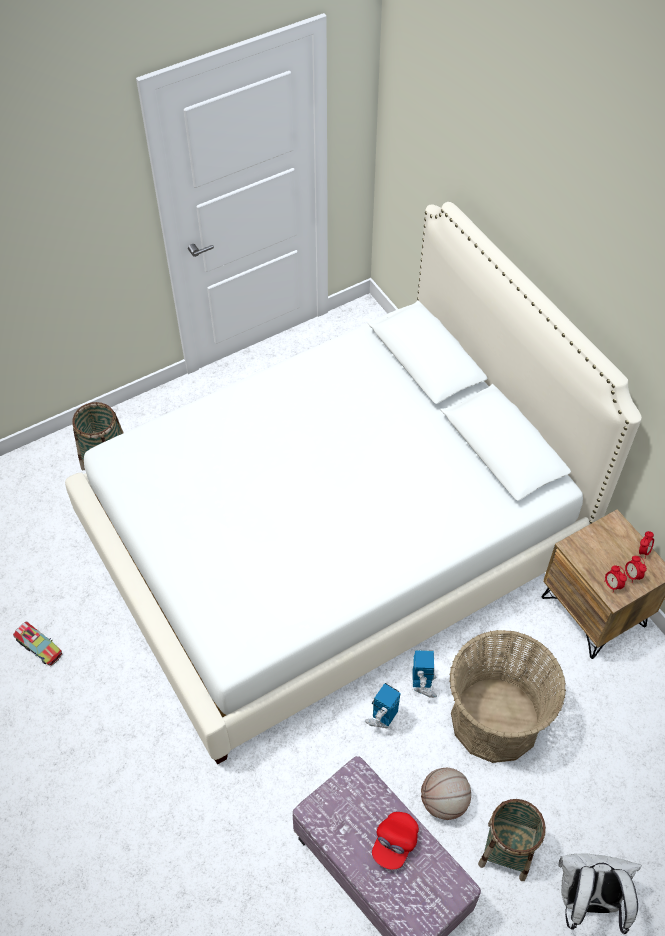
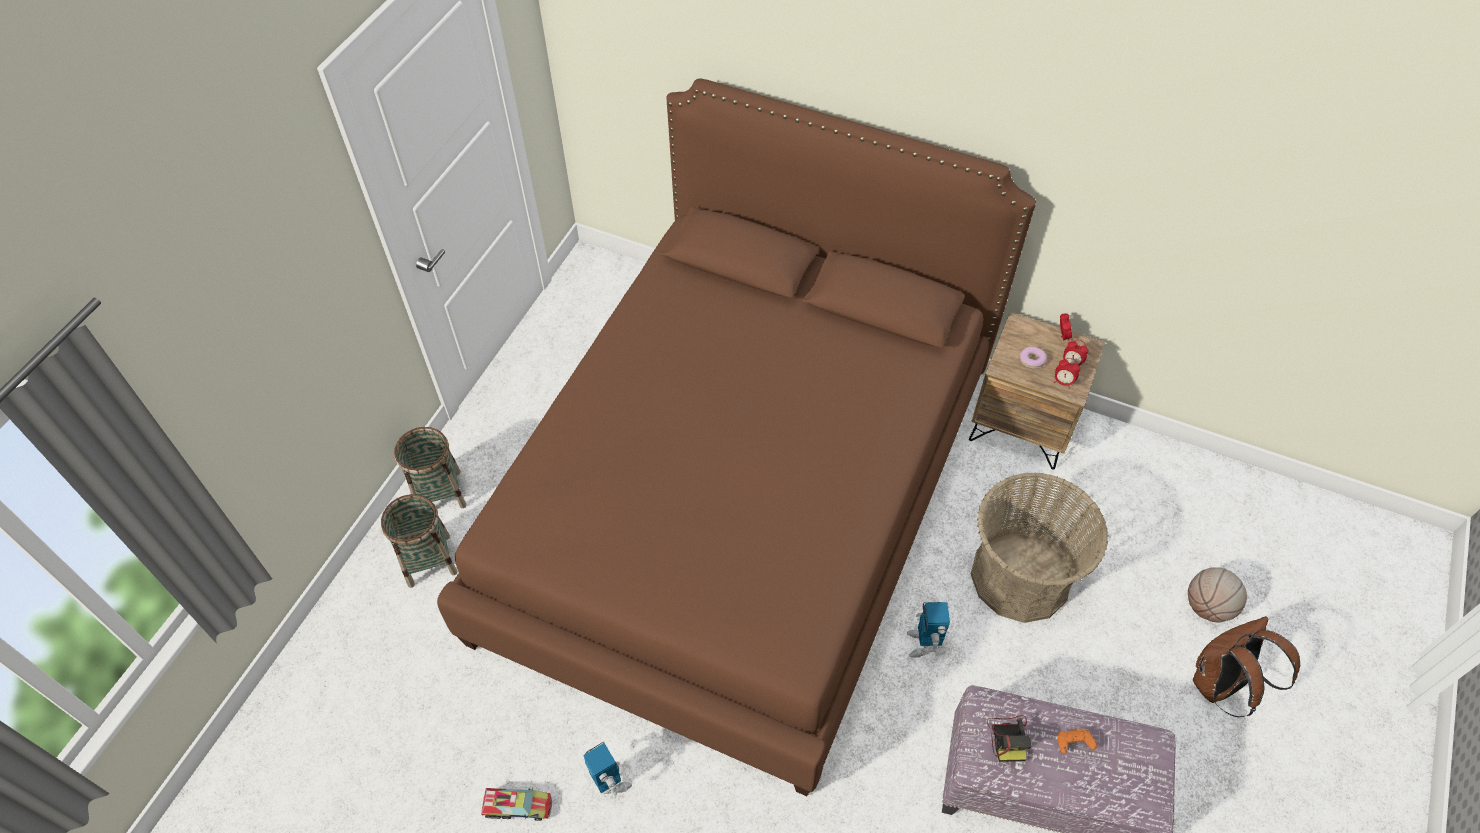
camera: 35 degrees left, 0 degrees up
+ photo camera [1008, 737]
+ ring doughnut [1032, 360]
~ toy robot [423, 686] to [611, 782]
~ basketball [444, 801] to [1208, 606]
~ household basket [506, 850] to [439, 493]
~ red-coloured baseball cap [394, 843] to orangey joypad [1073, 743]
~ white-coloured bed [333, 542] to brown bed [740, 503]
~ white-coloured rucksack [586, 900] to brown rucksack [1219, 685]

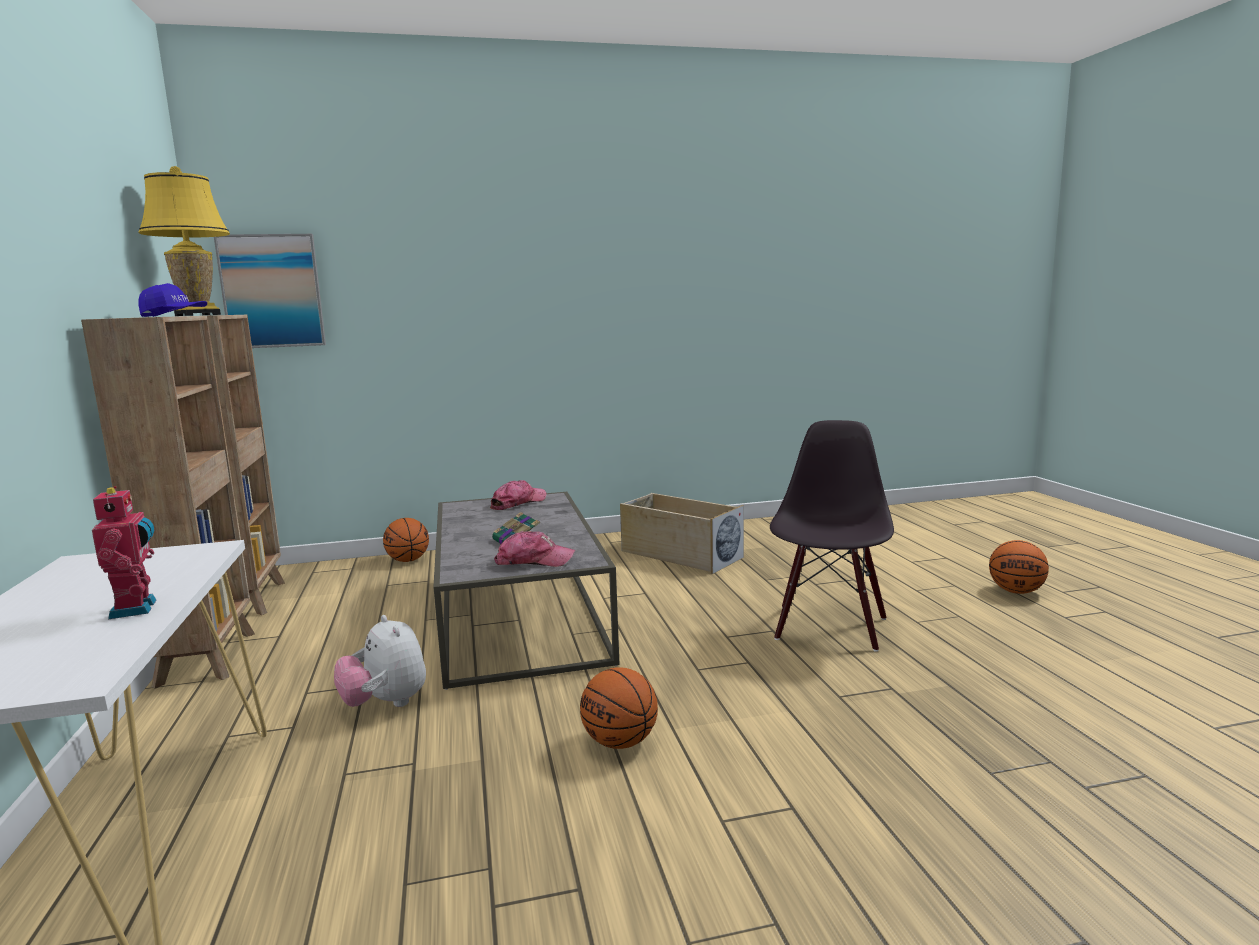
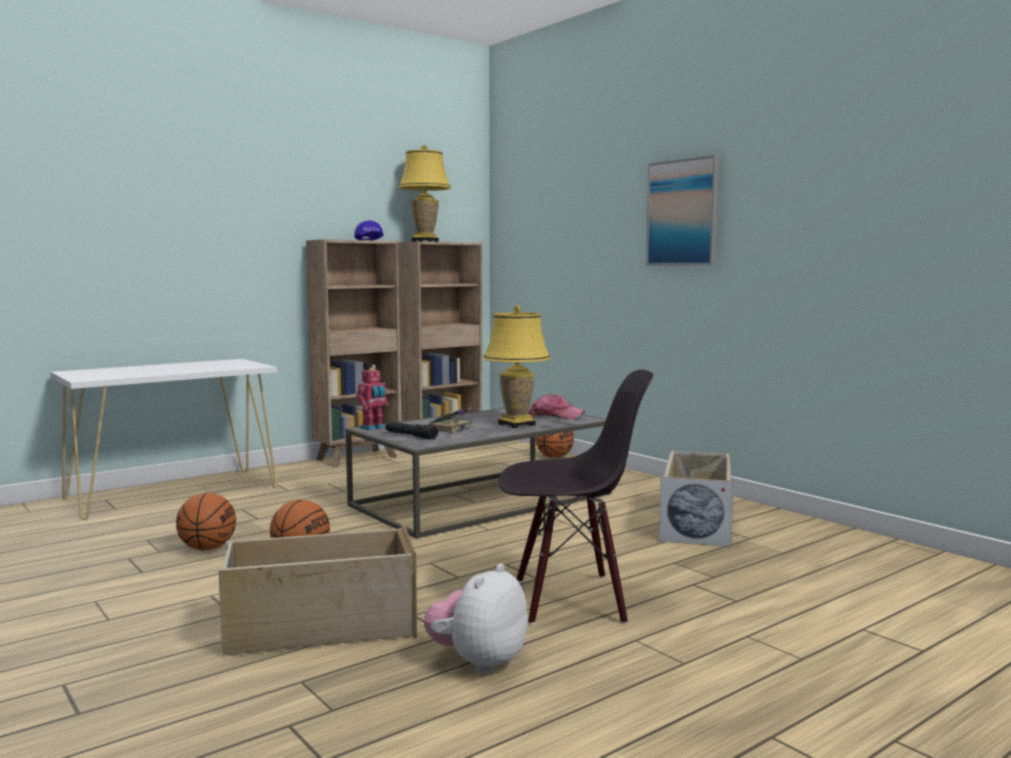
camera: 65 degrees right, 5 degrees down
+ beige storage container [319, 628]
+ yellow tabletop lamp [517, 424]
~ toy robot [137, 608] to [373, 428]
~ wall picture [272, 291] to [683, 213]
~ cuddly toy [386, 703] to [478, 662]
~ basketball [1016, 591] to [207, 548]
~ baseball cap [534, 561] to black hand torch [411, 436]

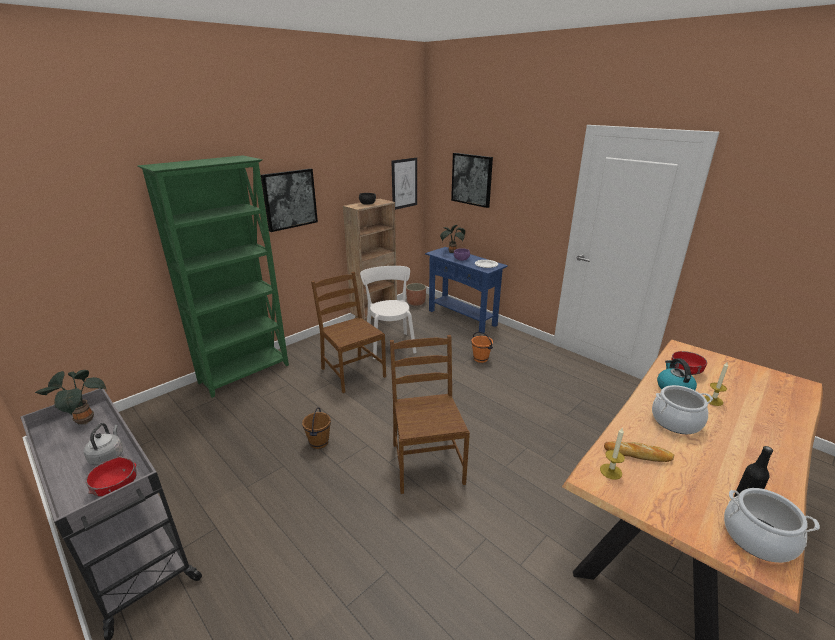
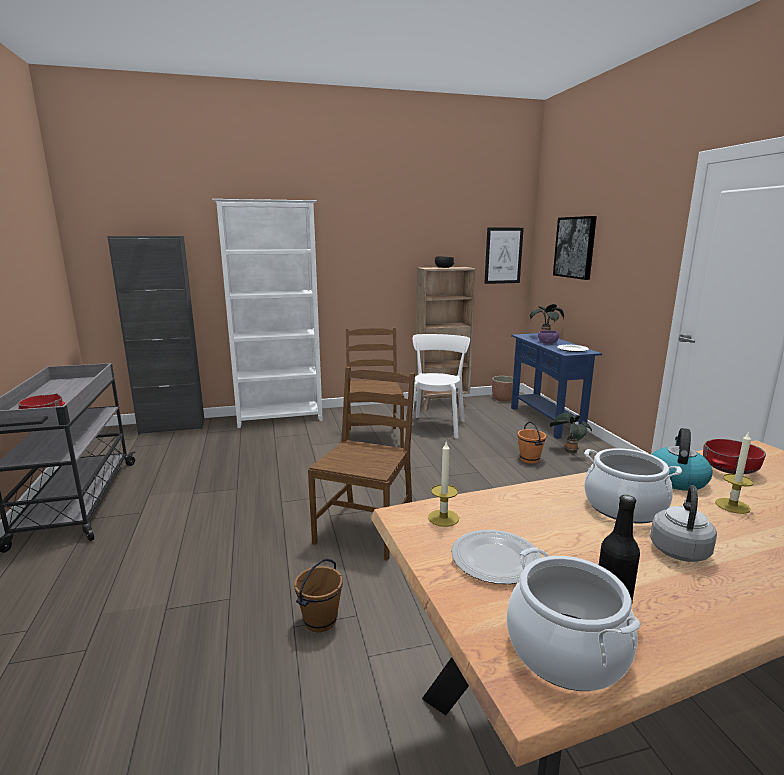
camera: 30 degrees right, 10 degrees down
- wall picture [289, 199]
- bread [638, 454]
+ black cupboard [172, 427]
+ plate [496, 559]
~ plant in a pot [82, 420] to [569, 451]
~ grey water kettle [108, 456] to [679, 549]
~ brown bucket [318, 442] to [320, 620]
~ greenish bookshelf [246, 374] to white-coloured bookshelf [280, 419]

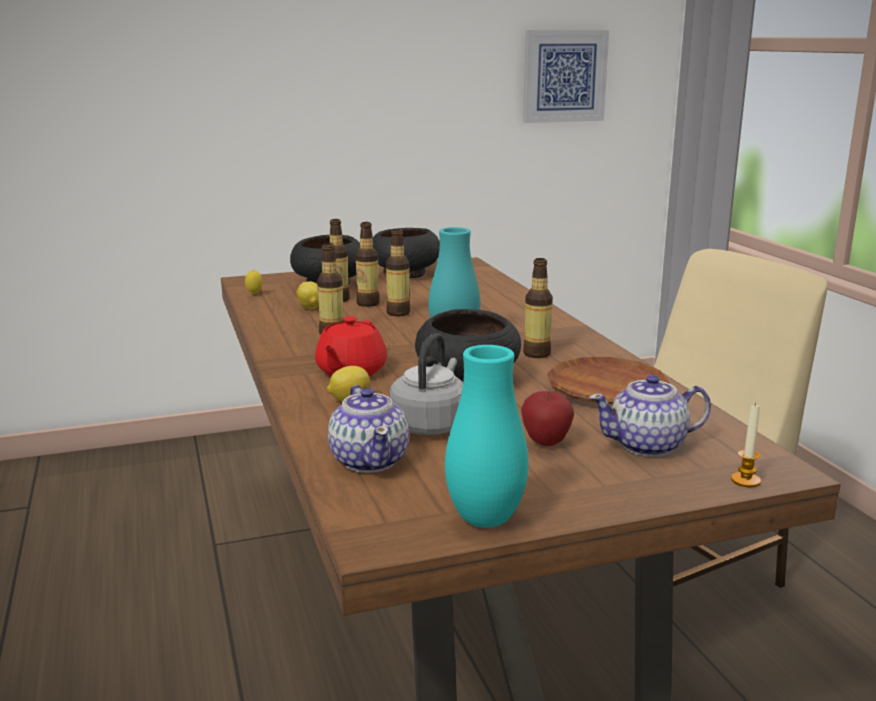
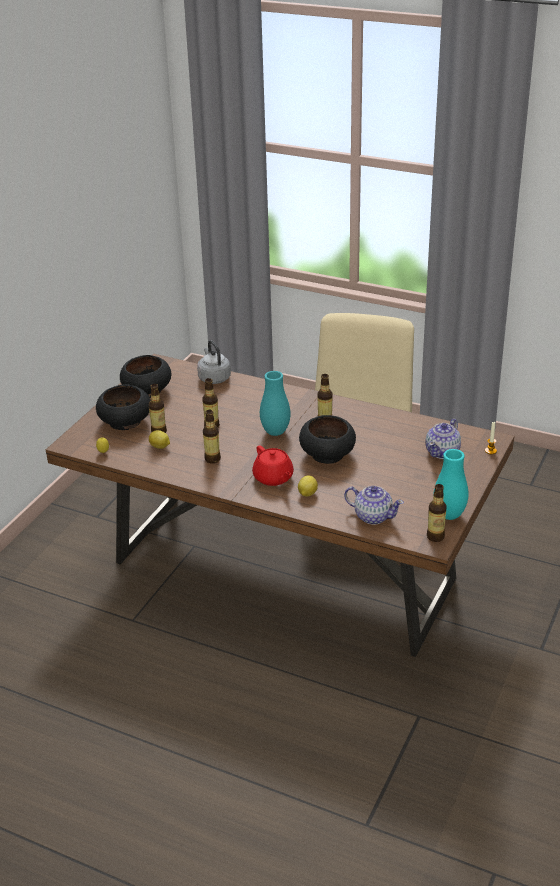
camera: 45 degrees left, 15 degrees up
- whole apple [546, 443]
- wall picture [564, 76]
- brown plate [607, 389]
~ beverage bottle [368, 303] to [435, 537]
~ grey water kettle [430, 424] to [213, 377]

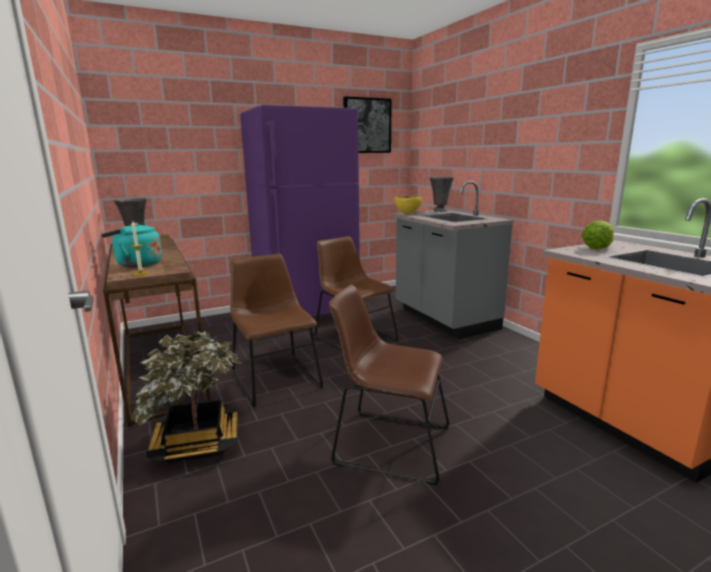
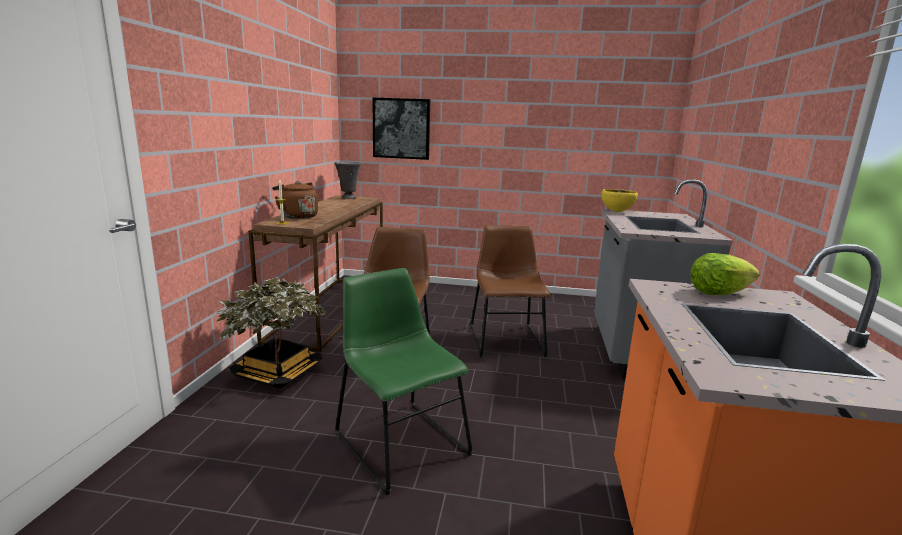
camera: 35 degrees right, 0 degrees up
- purplish fridge [307, 312]
- grey decorative vase [440, 211]
~ wall picture [367, 125] to [401, 128]
~ turquoise-coloured water kettle [136, 264] to brown water kettle [297, 216]
~ brown upright chair [387, 443] to greenish upright chair [399, 440]

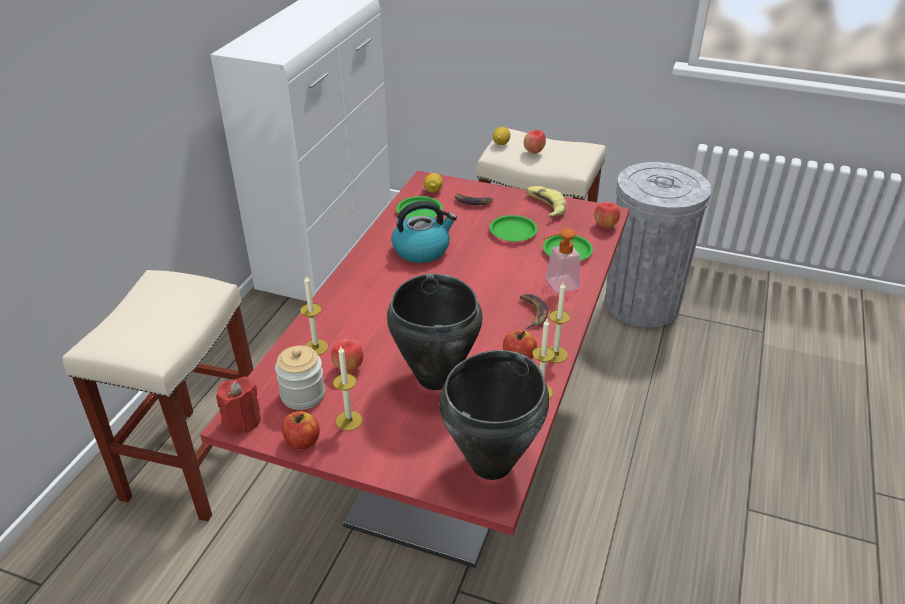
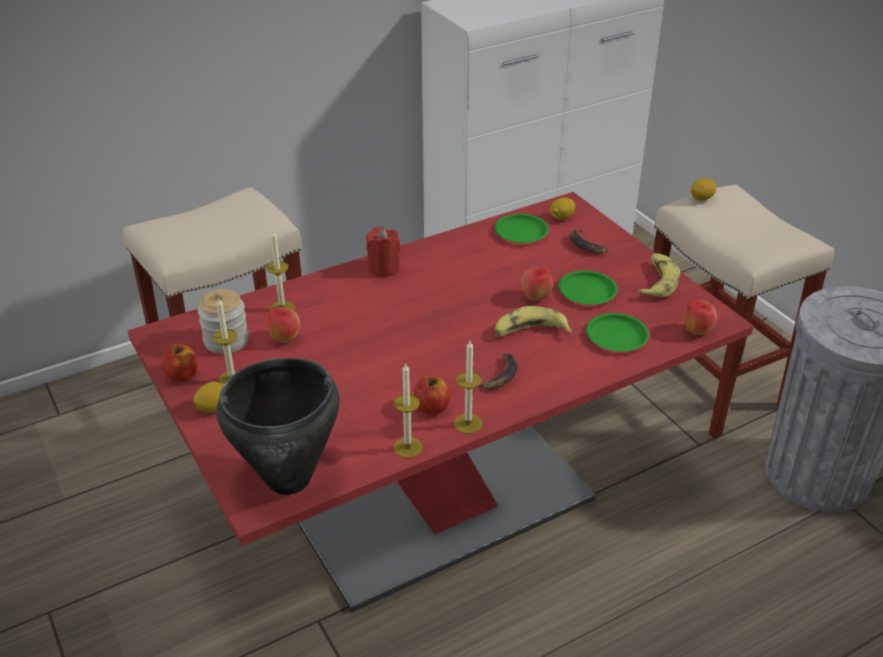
camera: 40 degrees right, 0 degrees up
- black saucepot [434, 378]
- water kettle [422, 249]
- liquid soap bottle [556, 285]
+ citrus fruit [213, 407]
+ banana fruit [530, 332]
~ red-coloured wax candle [242, 421] to [383, 268]
~ whole apple [534, 152] to [535, 297]

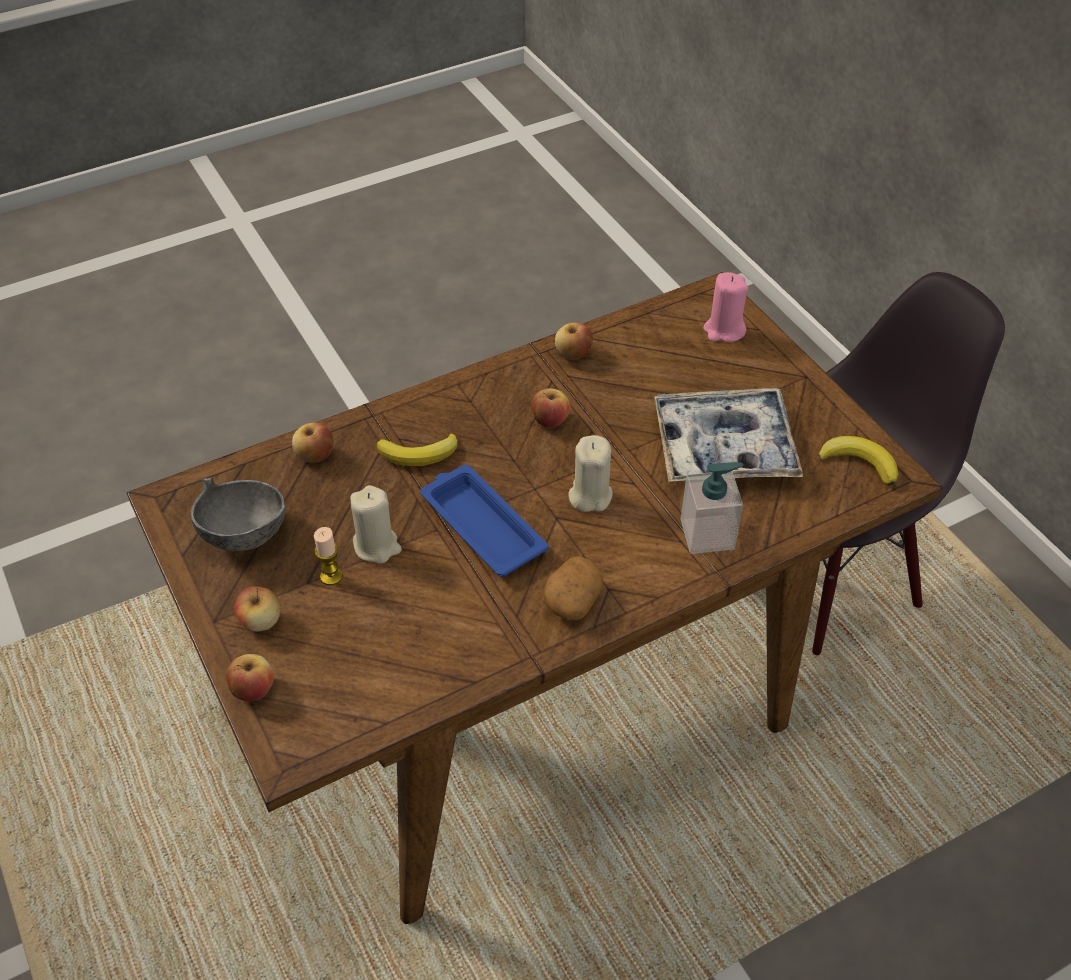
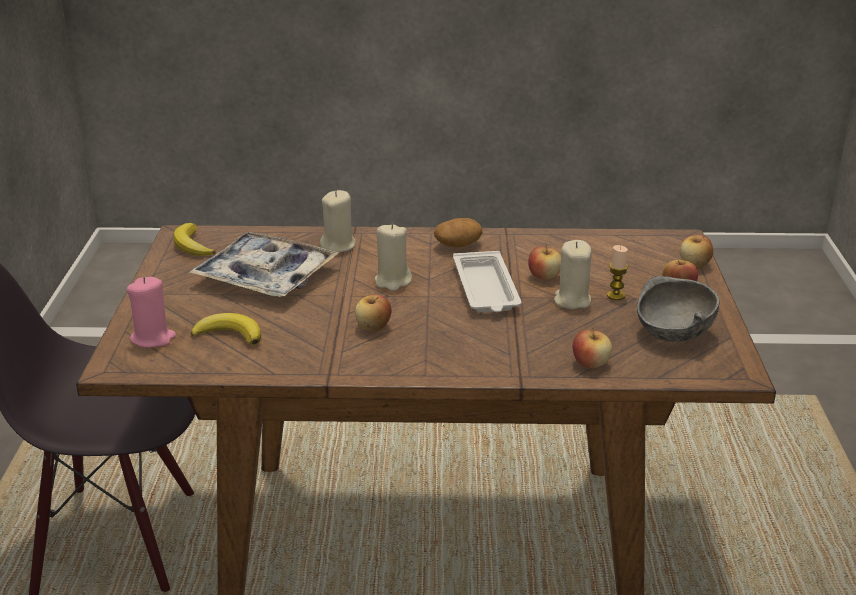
camera: 150 degrees left, 20 degrees down
~ banana fruit [419, 454] to [229, 334]
~ whole apple [573, 354] to [544, 276]
~ liquid soap bottle [707, 534] to beige wax candle [338, 245]
~ blue-coloured carrying tray [481, 525] to white-coloured carrying tray [486, 289]

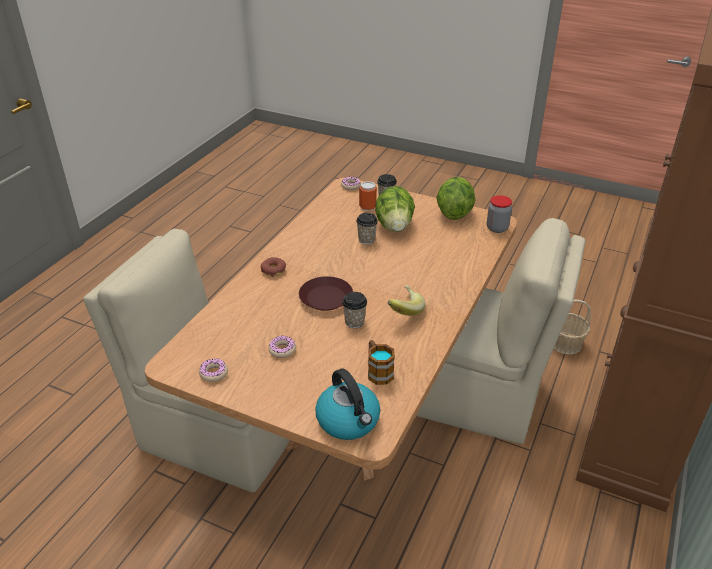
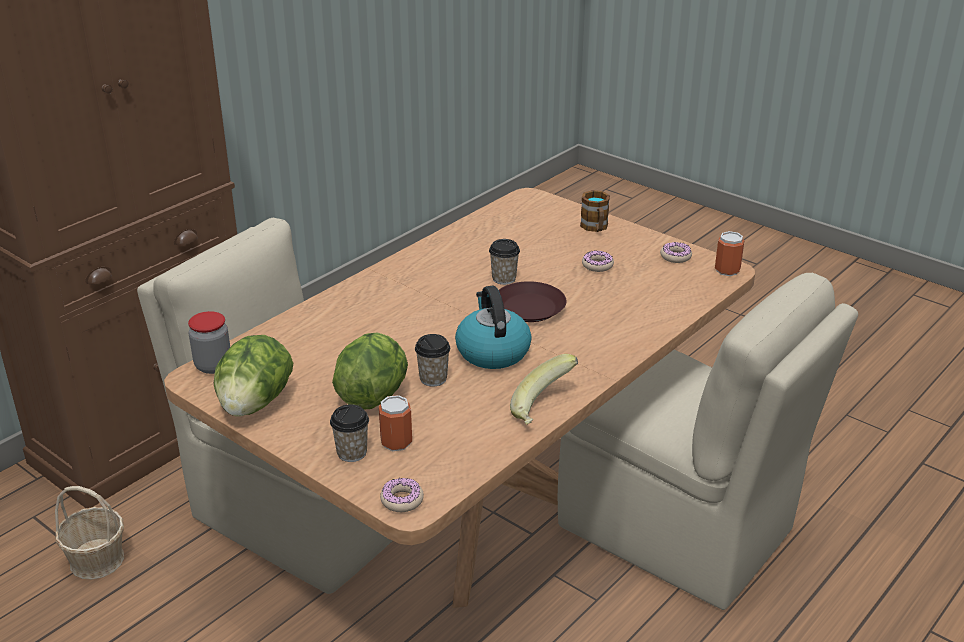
camera: 165 degrees left, 5 degrees down
- ring doughnut [273, 270]
+ metal can [727, 270]
~ water kettle [349, 421] to [492, 351]
~ coffee mug [378, 371] to [595, 228]
~ banana fruit [403, 310] to [544, 409]

